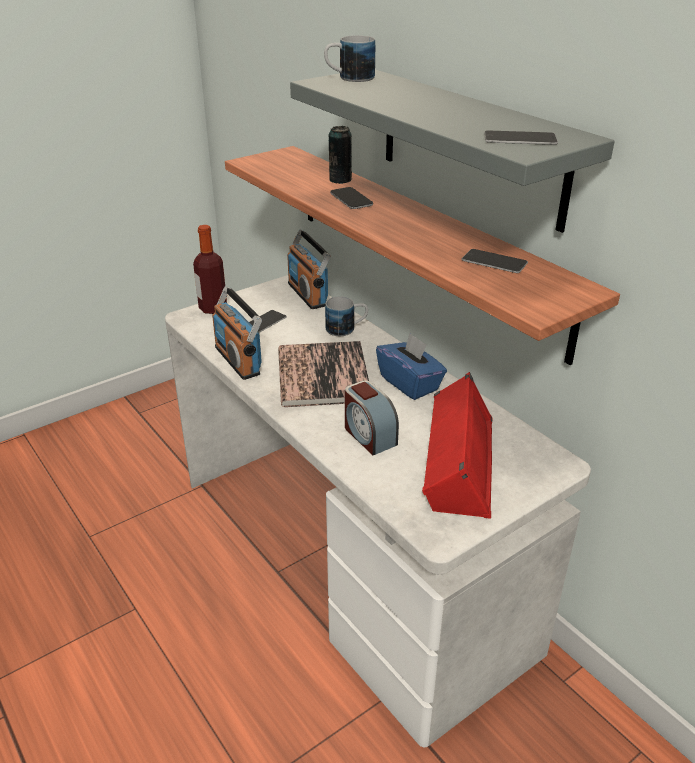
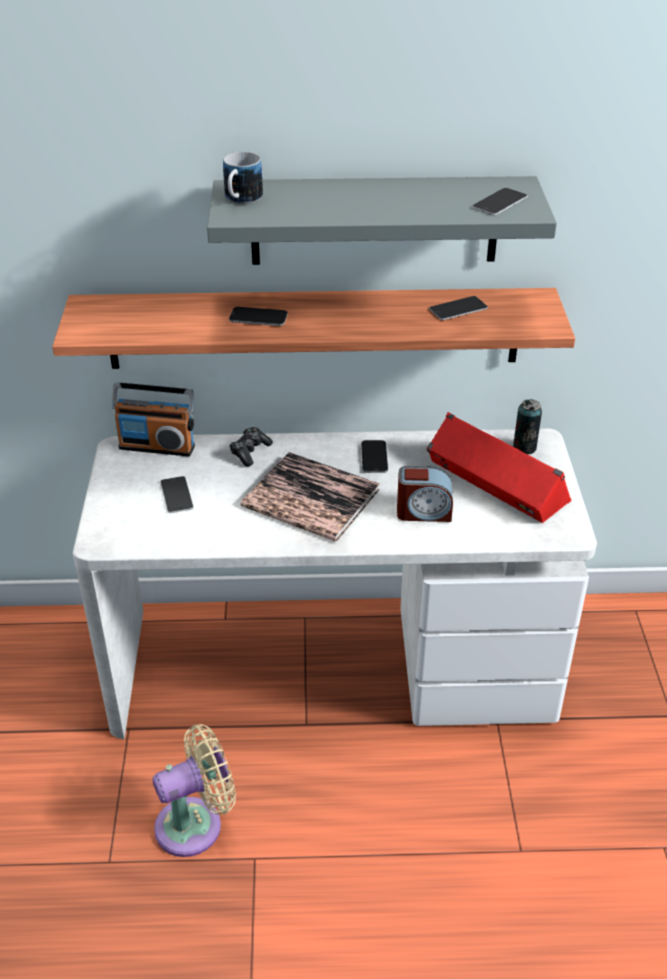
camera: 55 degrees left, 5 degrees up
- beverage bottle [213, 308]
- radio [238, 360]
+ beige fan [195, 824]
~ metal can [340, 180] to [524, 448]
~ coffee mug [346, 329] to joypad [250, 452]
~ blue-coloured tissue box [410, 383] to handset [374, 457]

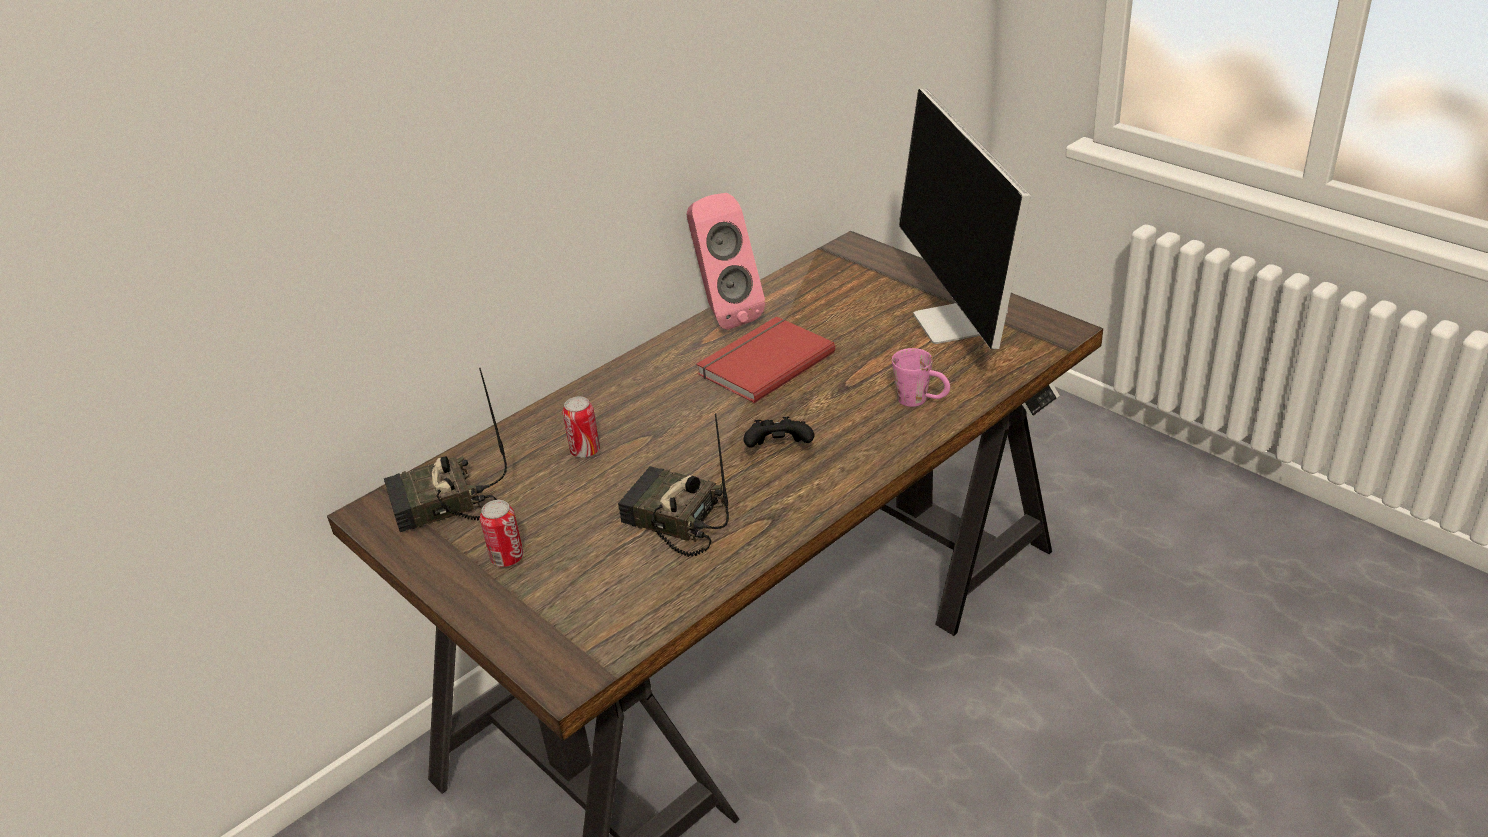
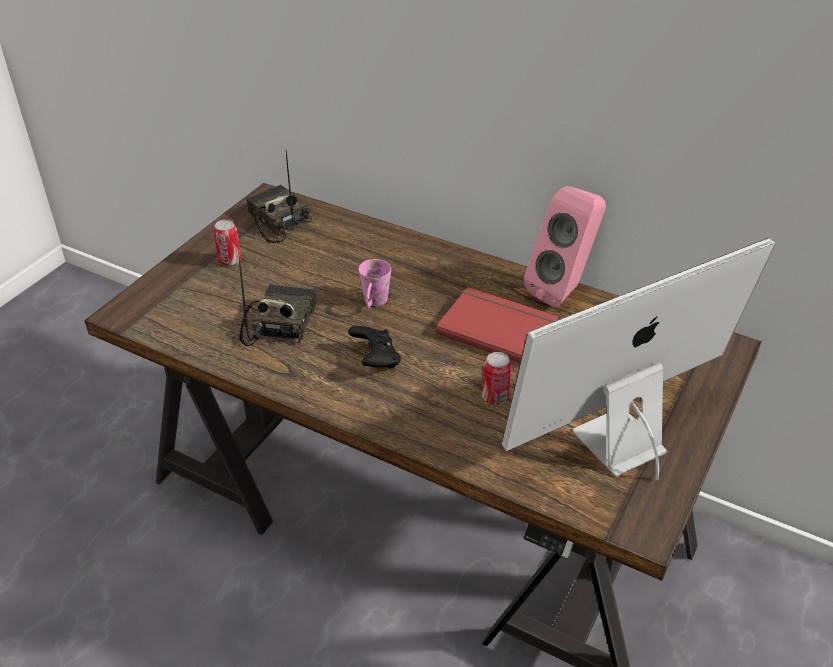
camera: 70 degrees right, 5 degrees up
~ metal can [585, 451] to [495, 397]
~ pink-coloured coffee mug [921, 400] to [374, 304]

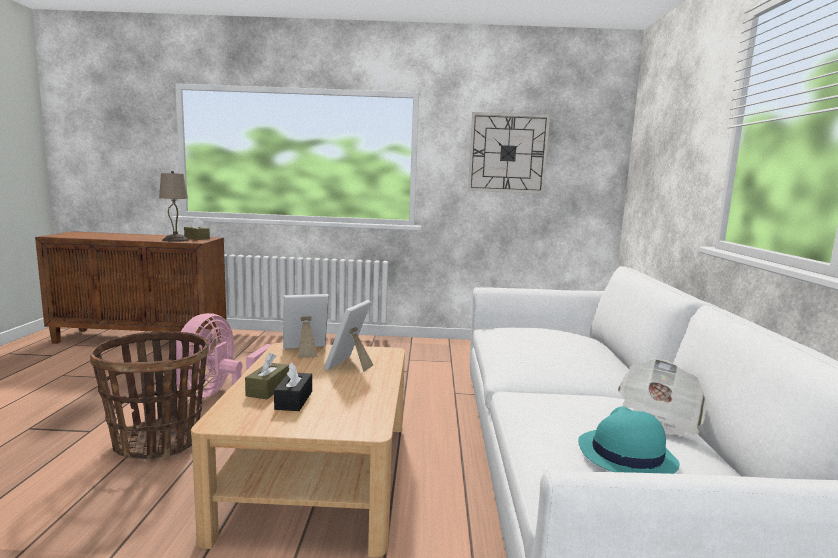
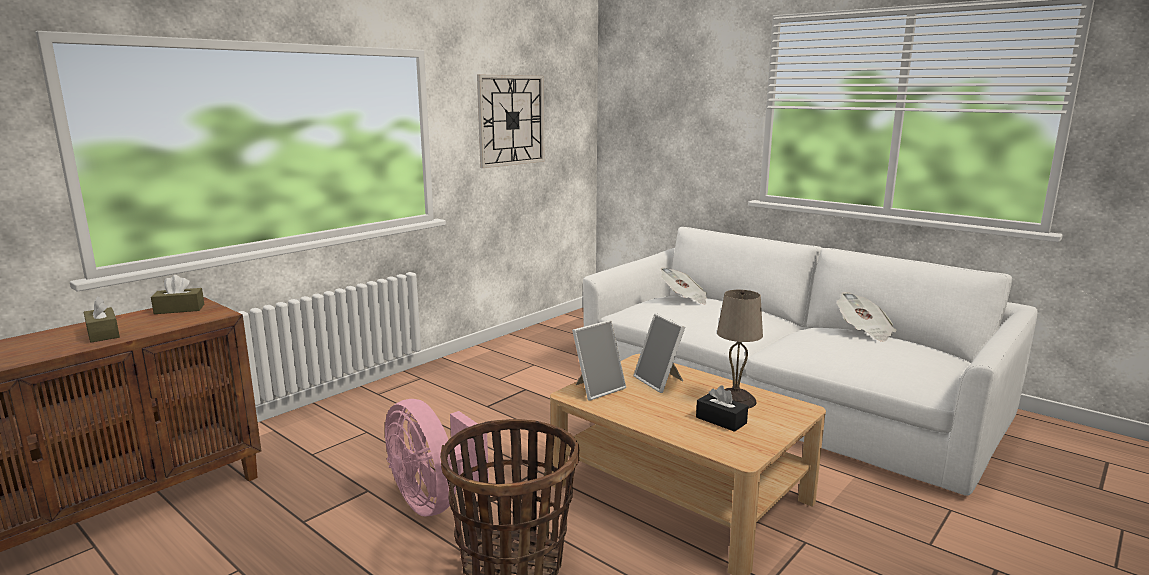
camera: 50 degrees left, 5 degrees up
- turquoise-coloured wearable hat [626, 454]
+ newspaper [684, 299]
~ beige tabletop lamp [176, 240] to [735, 400]
~ brown tissue box [268, 389] to [103, 333]
~ standing frame [305, 351] = [597, 389] 150 degrees counterclockwise

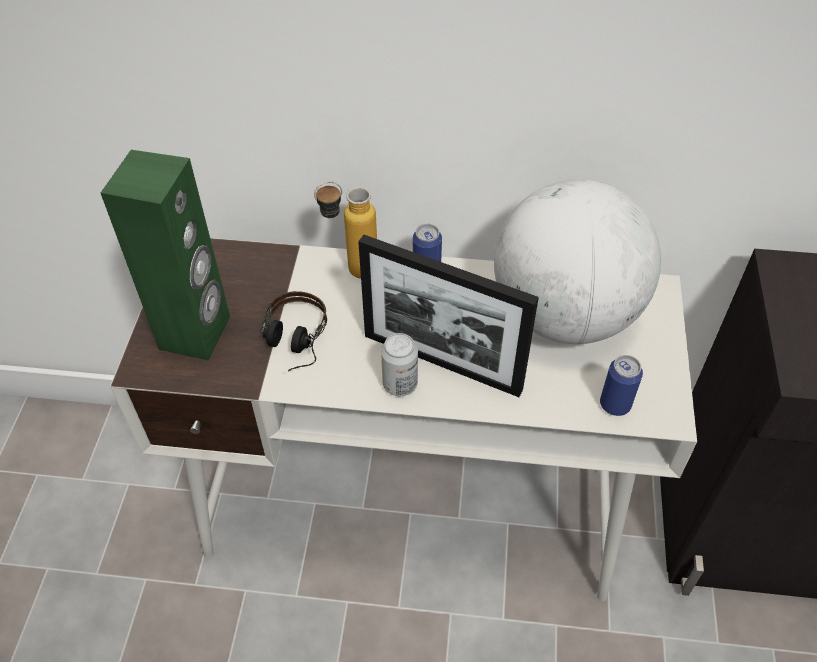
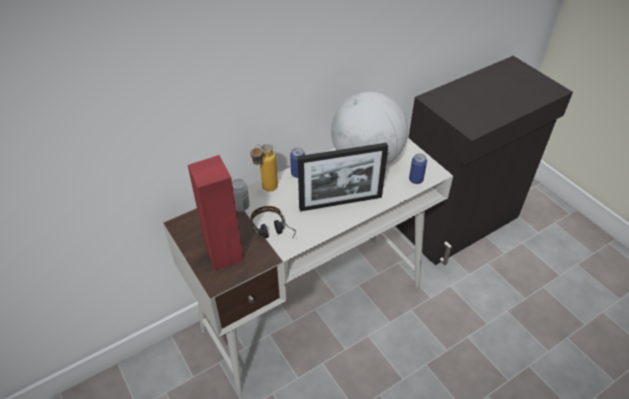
camera: 40 degrees left, 5 degrees down
~ metal can [400, 384] to [241, 206]
~ greenish audio speaker [196, 333] to red-coloured audio speaker [225, 254]

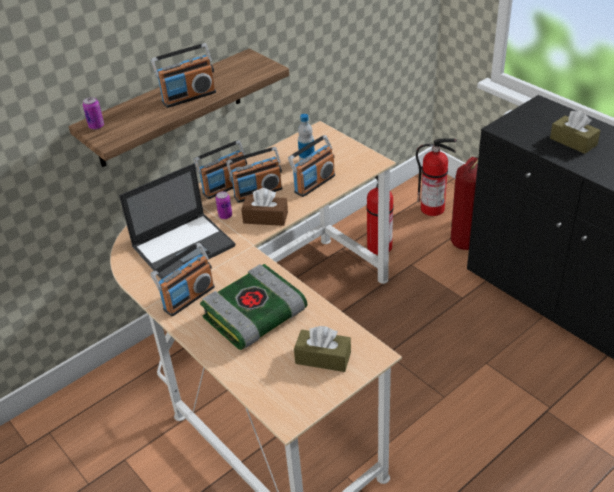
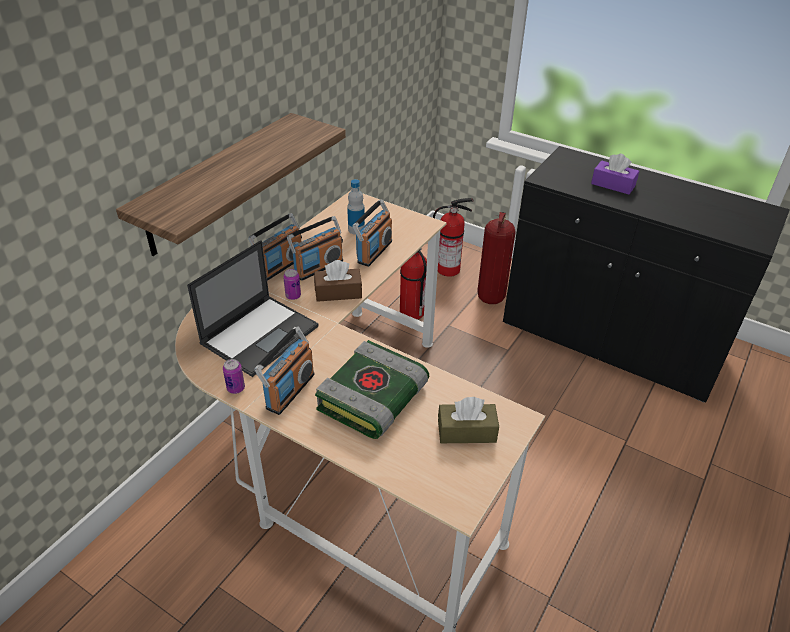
camera: 20 degrees left, 0 degrees up
- radio [189, 97]
~ metal can [96, 126] to [236, 388]
~ brown tissue box [573, 141] to purplish tissue box [613, 185]

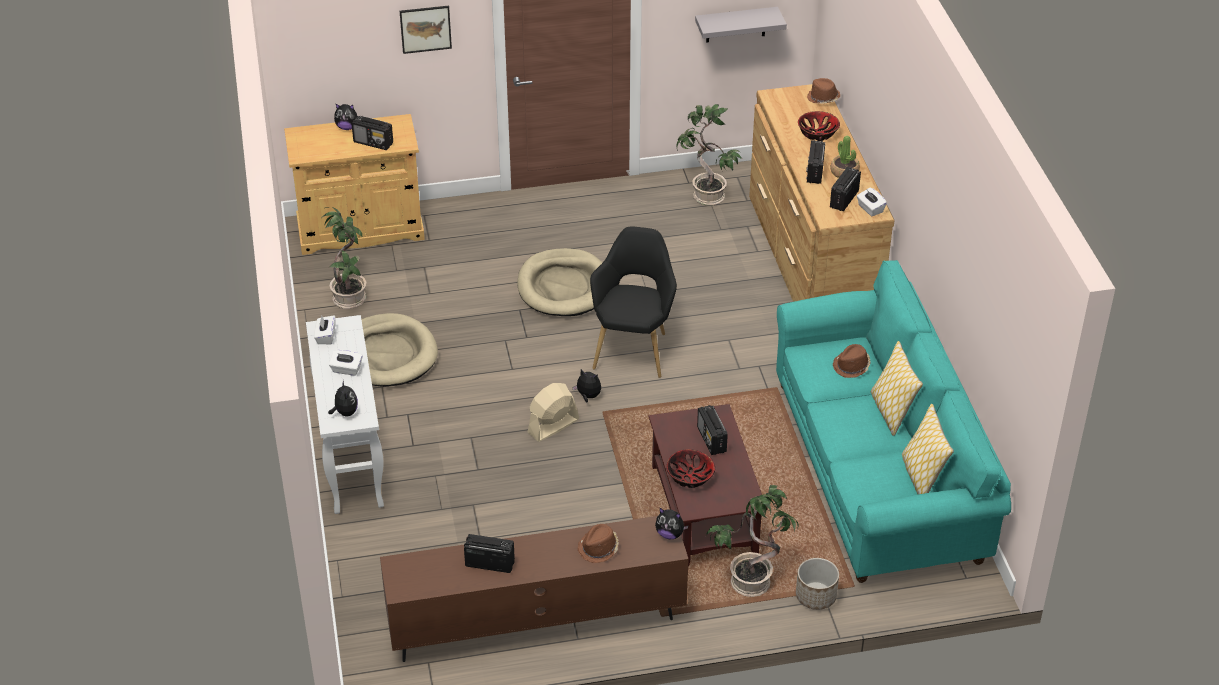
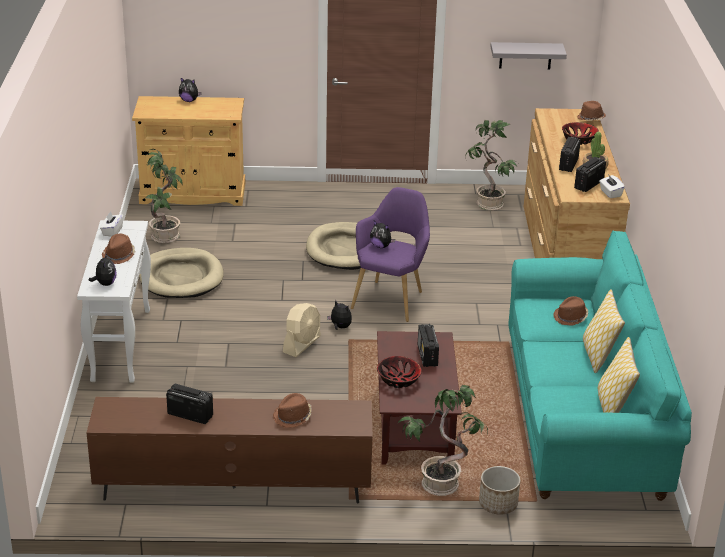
camera: 10 degrees right, 10 degrees down
- radio [373, 143]
- wall picture [425, 29]
~ cuddly toy [670, 534] to [381, 246]
~ white-coloured tissue box [346, 370] to brown wearable hat [119, 255]
~ black lounge chair [633, 347] to purplish lounge chair [391, 298]
~ beige fan [553, 426] = [302, 344] 150 degrees clockwise

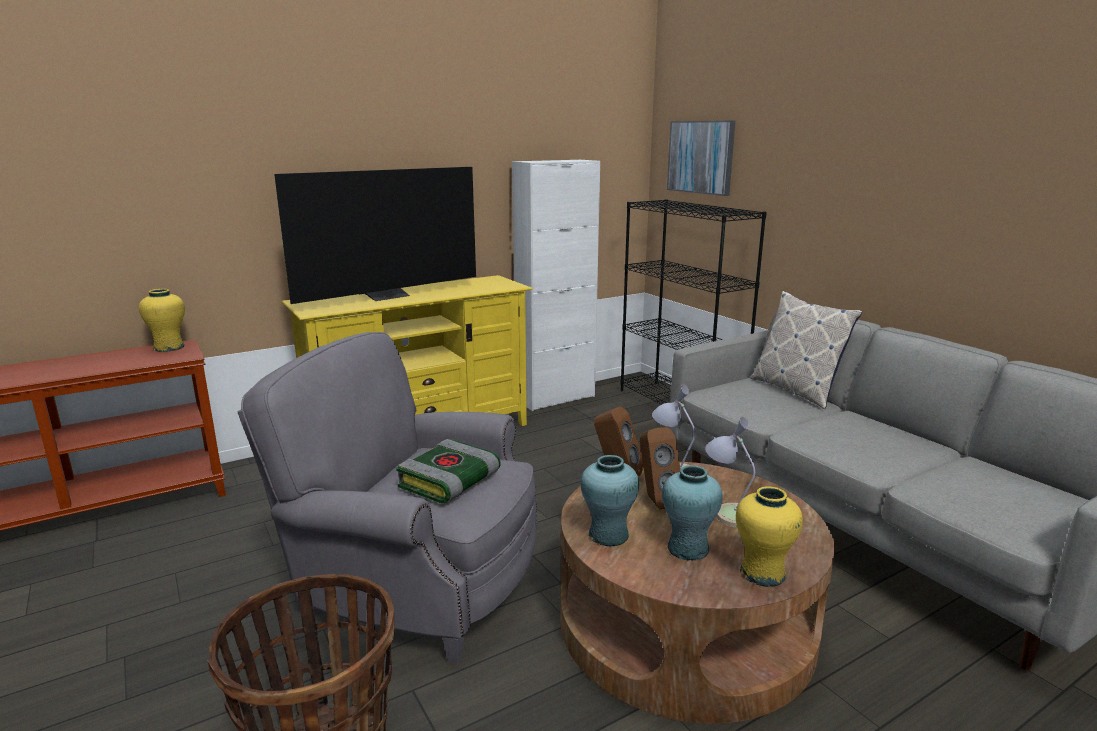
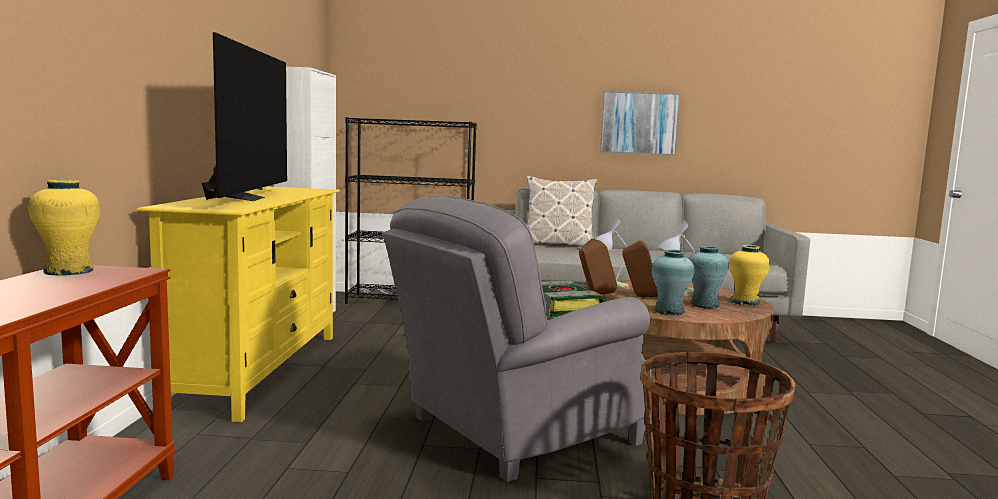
camera: 55 degrees left, 10 degrees down
~ wall picture [701, 157] to [639, 123]

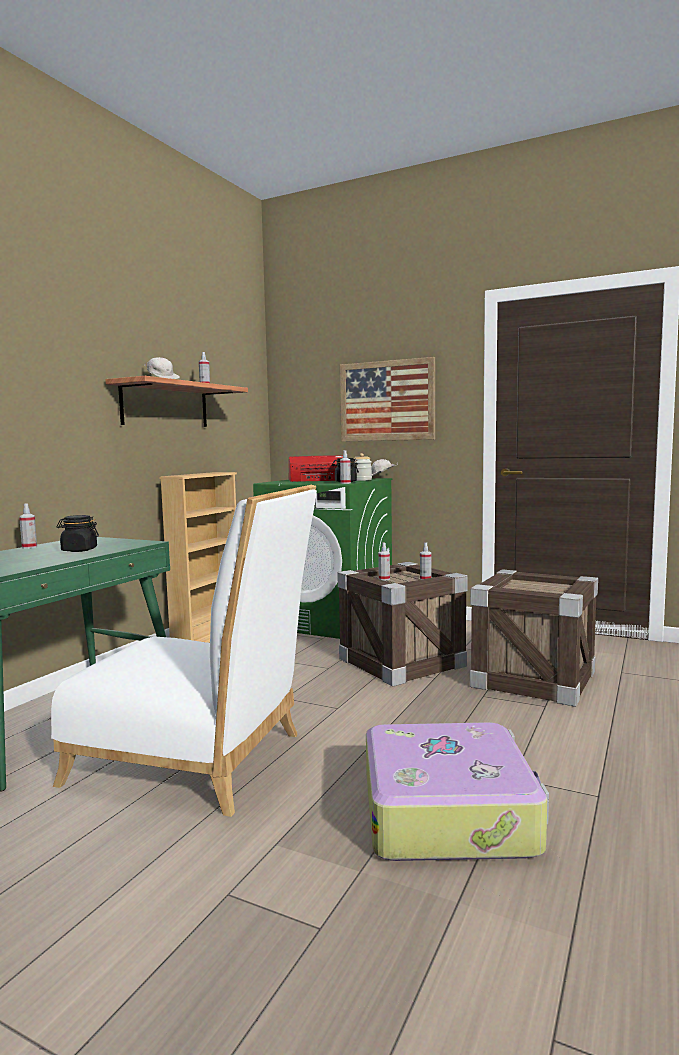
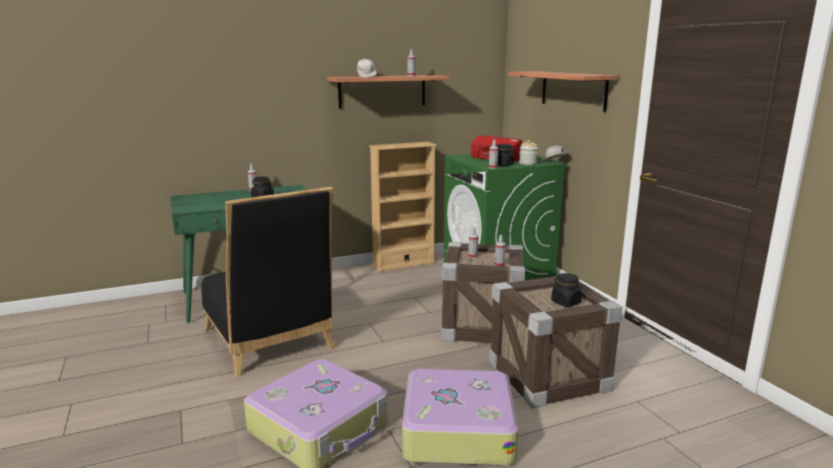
camera: 40 degrees right, 10 degrees up
+ piece of luggage [457, 430]
+ black jar [566, 302]
~ wall picture [386, 401] to shelf [573, 90]
~ white-coloured upright chair [199, 761] to black upright chair [270, 343]

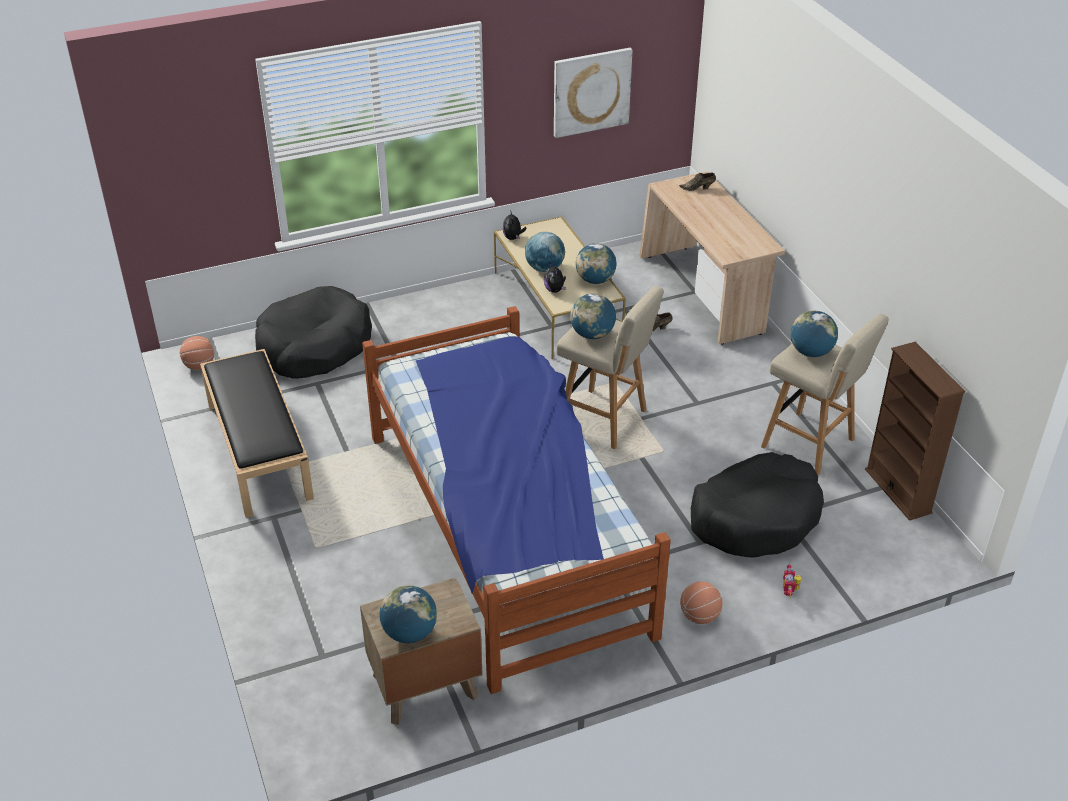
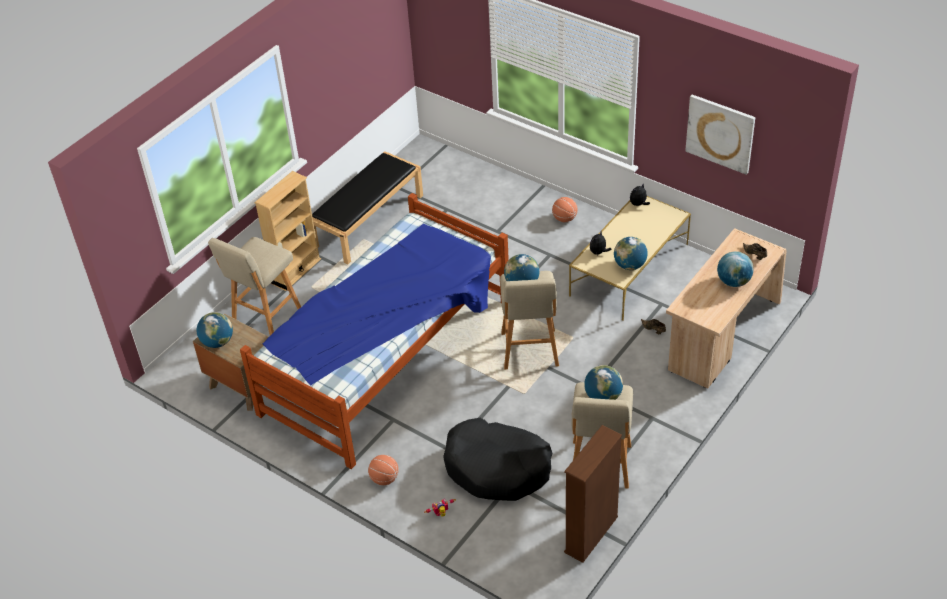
camera: 60 degrees right, 5 degrees up
- black dog cushion [313, 346]
+ beige sitting stool [265, 318]
+ beige bookshelf [296, 271]
~ basketball [199, 366] to [564, 218]
~ globe [545, 268] to [733, 281]

